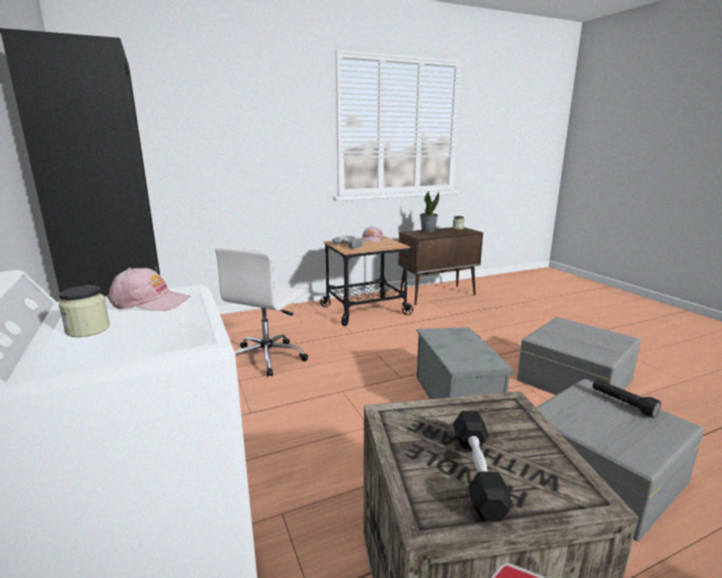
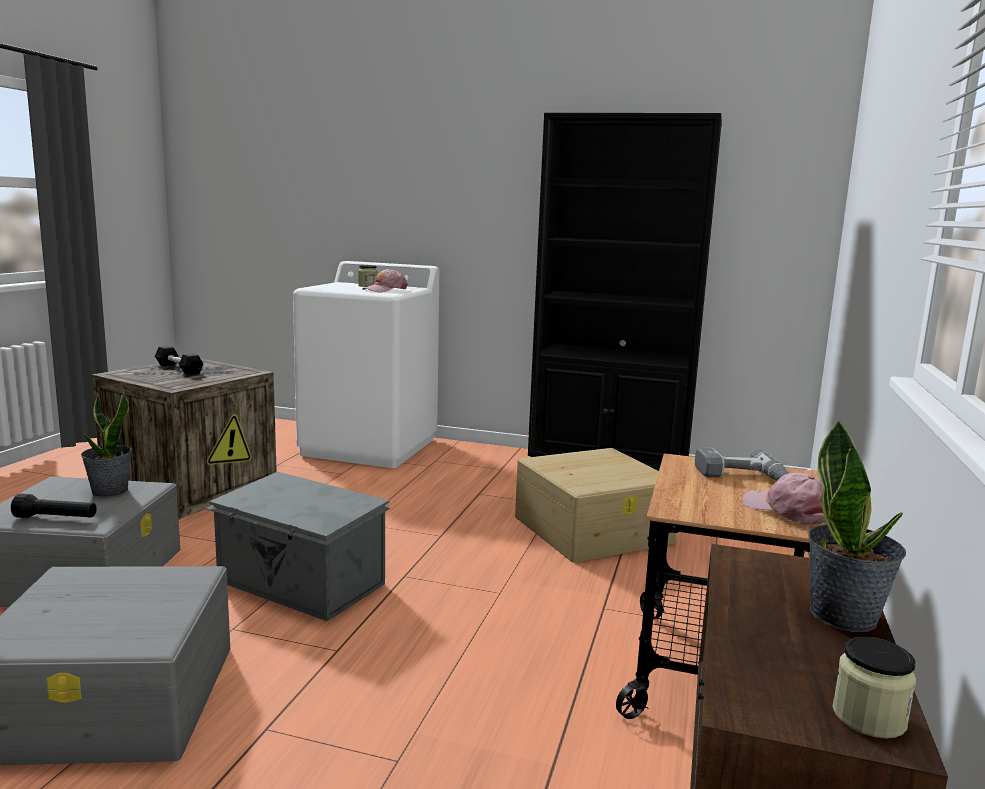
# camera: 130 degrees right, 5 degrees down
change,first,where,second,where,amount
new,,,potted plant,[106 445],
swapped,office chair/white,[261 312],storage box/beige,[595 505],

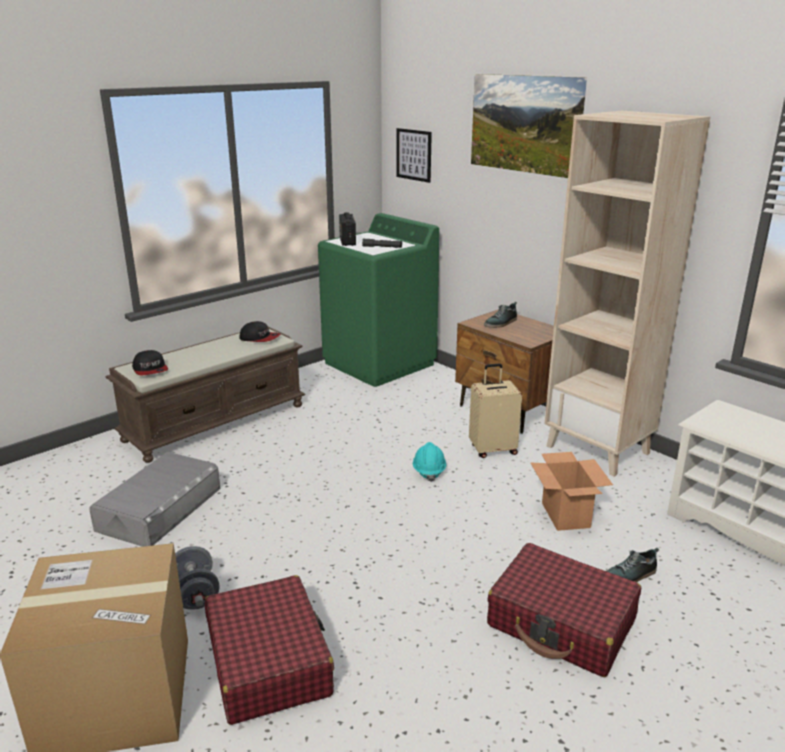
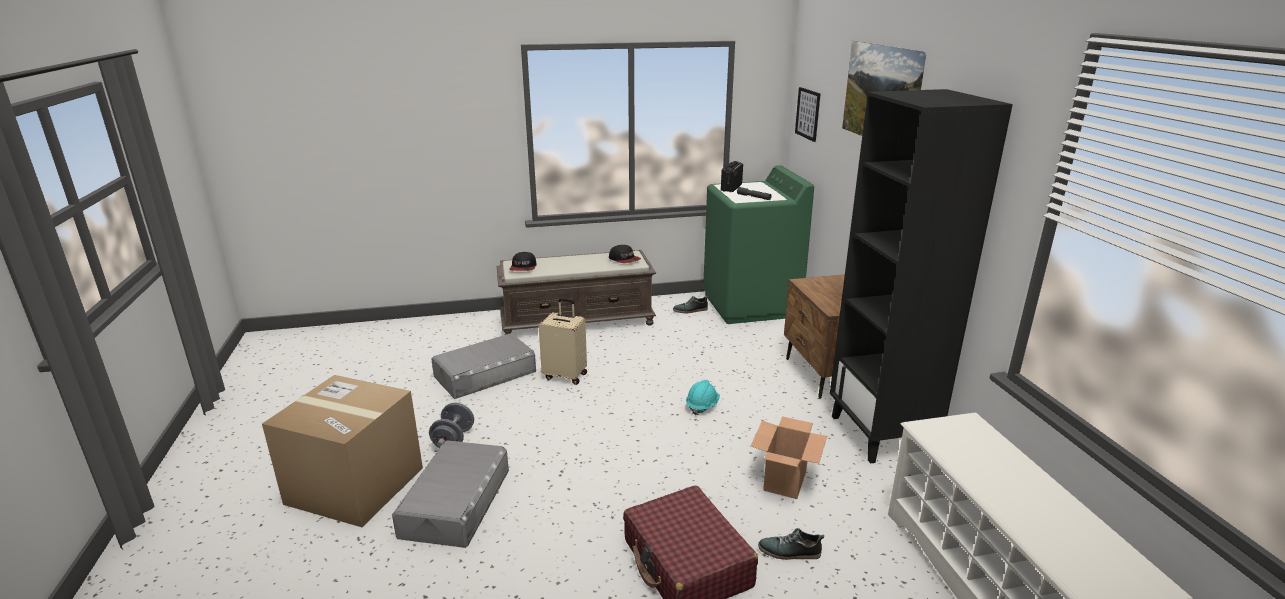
# camera: 30 degrees right, 0 degrees up
change,first,where,second,where,amount
swapped,suitcase/red,[269 650],storage box/grey,[450 494],
shifted,suitcase/beige,[495 410],,[563 341],
shifted,shoe,[500 315],,[691 304],
repainted,bookcase/beige,[627 294],bookcase/black,[921 276],

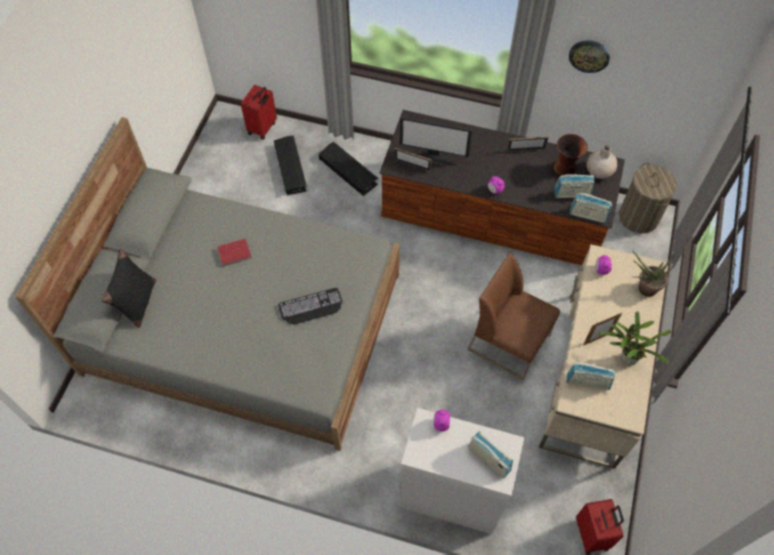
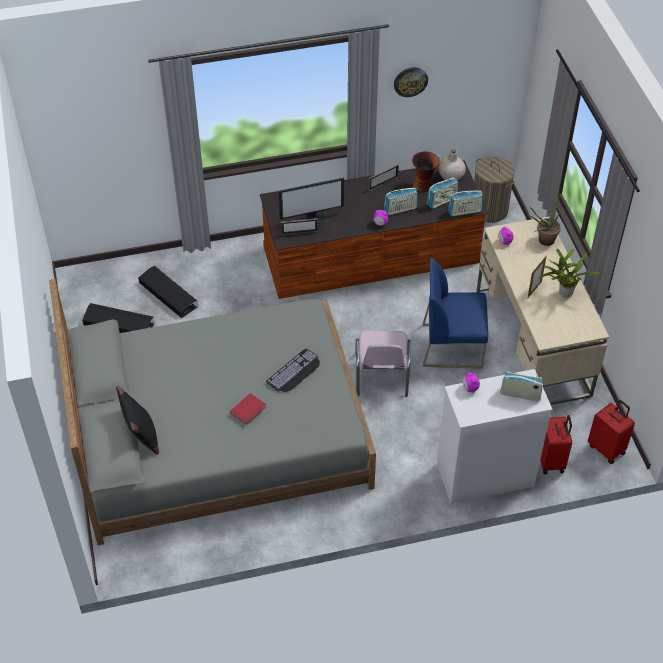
# camera: 30 degrees left, 10 degrees down
change,first,where,second,where,amount
shifted,storage box/black,[349 169],,[118 318],
shifted,book/red,[234 252],,[248 409],
new,,,chair/pink,[383 363],
shifted,radio,[591 376],,[401 201],
repainted,chair/brown,[513 316],chair/blue,[455 313],
shifted,suitcase/red,[259 112],,[556 444],

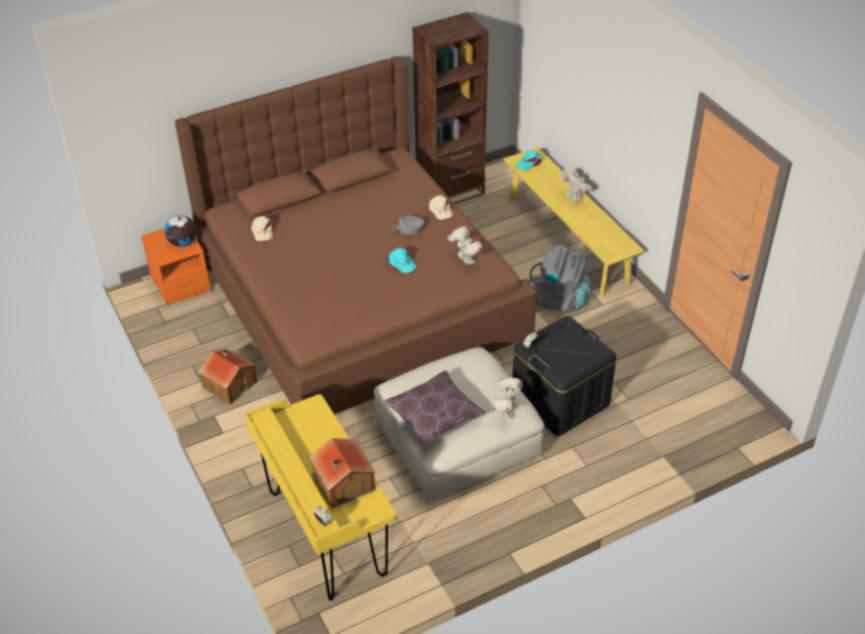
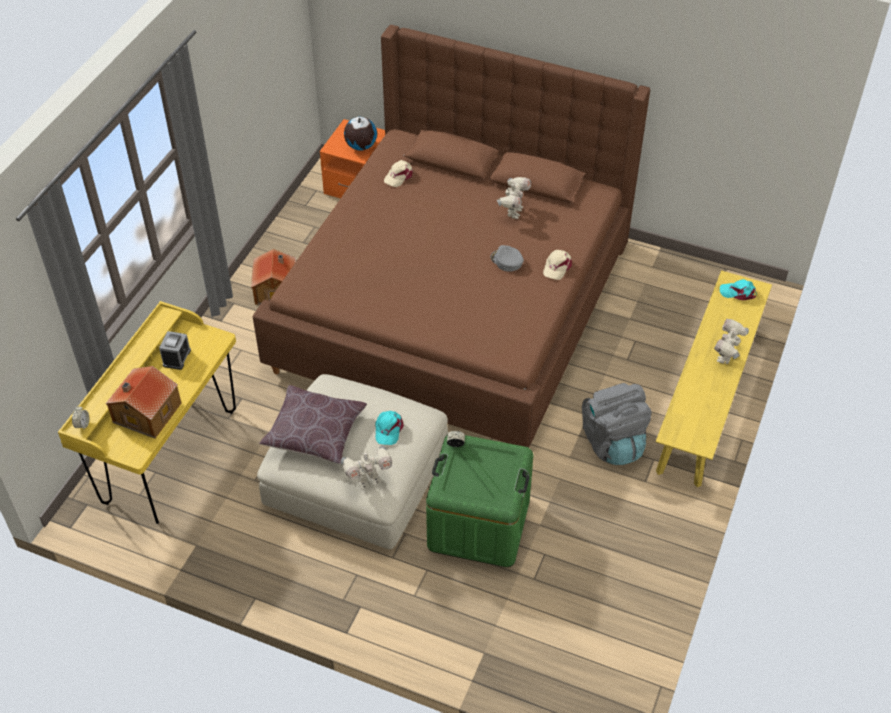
# camera: 50 degrees right, 5 degrees up
change,first,where,second,where,amount
new,,,alarm clock,[175 350],
shifted,cap/turquoise,[401 260],,[389 428],
repainted,storage box/black,[564 376],storage box/green,[479 501],
shifted,toy robot,[465 245],,[514 198],
gone,bookcase/brown,[450 108],,,

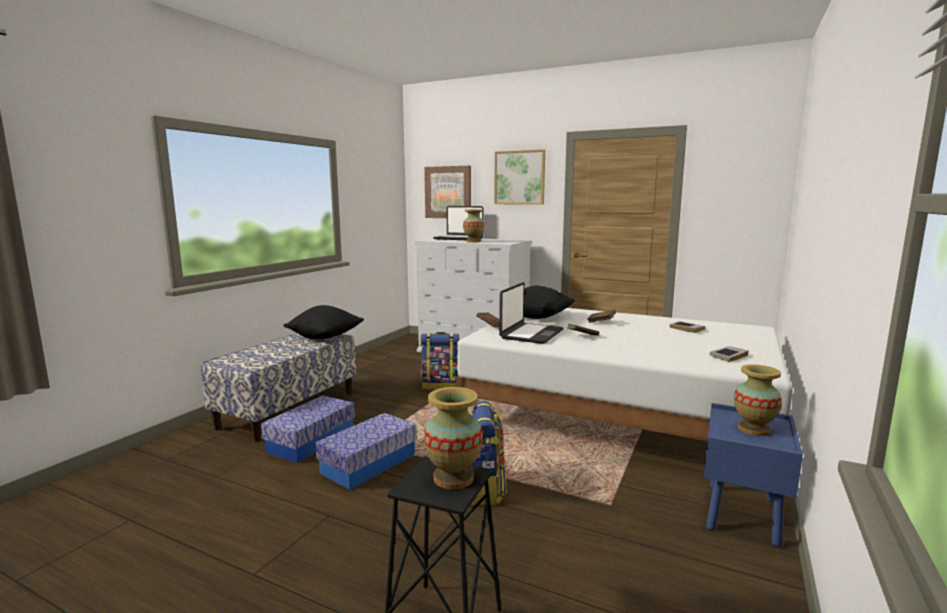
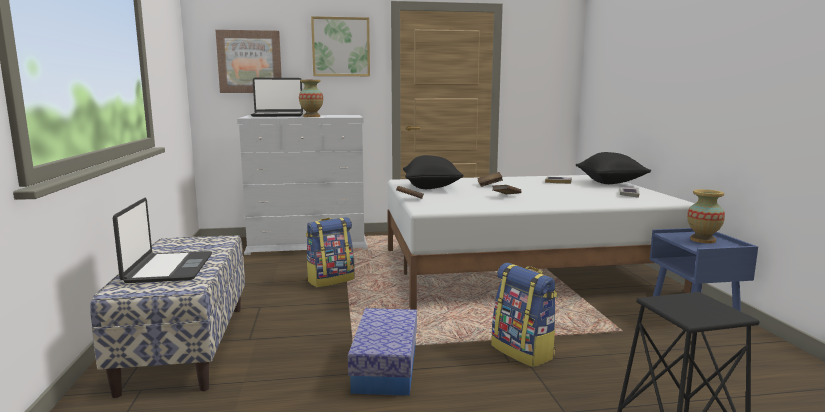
# camera: 35 degrees left, 0 degrees up
change,first,where,second,where,amount
shifted,laptop,[531 313],,[162 240],
shifted,pillow/black,[324 322],,[613 168],
gone,storage box,[308 429],,,
gone,vase,[453 438],,,

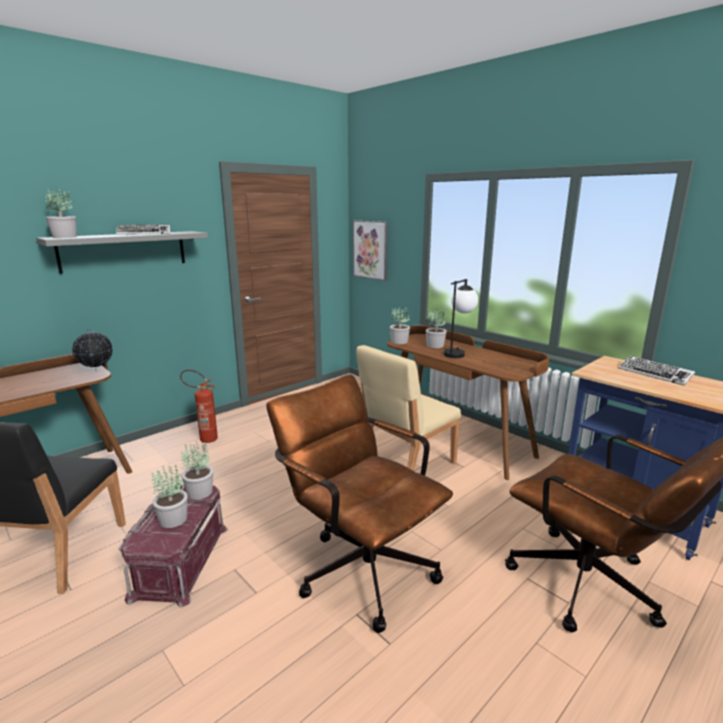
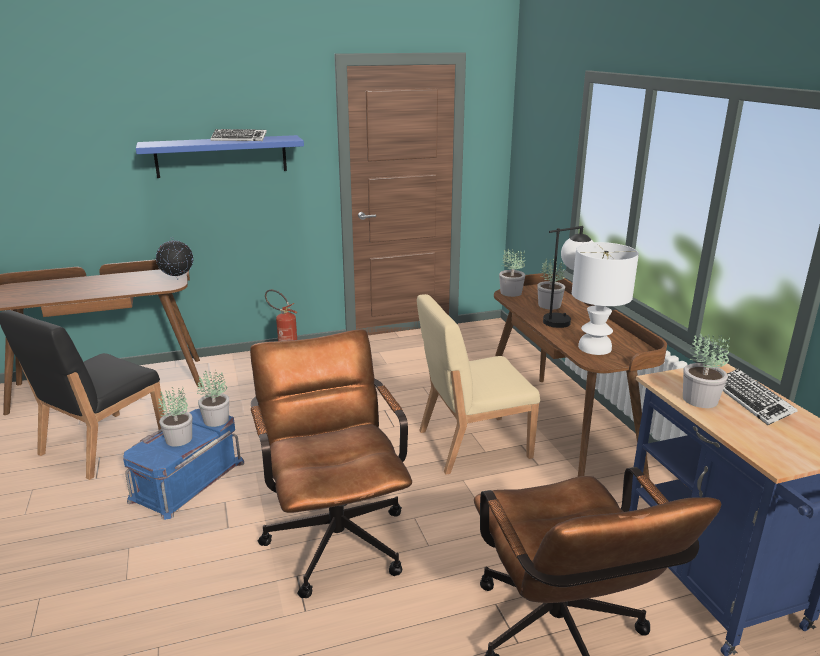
# camera: 25 degrees right, 5 degrees up
change,first,where,second,where,amount
repainted,storage box/red,[173 546],storage box/blue,[183 464],
repainted,shelf/grey,[122 252],shelf/blue,[220 156],
new,,,table lamp/white,[605 298],
shifted,potted plant,[61 213],,[706 370],
gone,picture,[370 250],,,

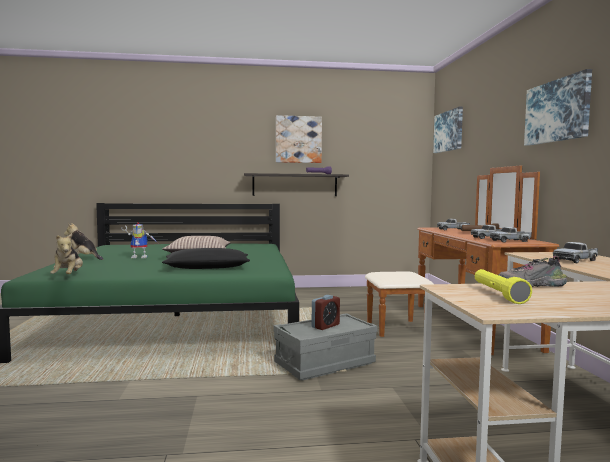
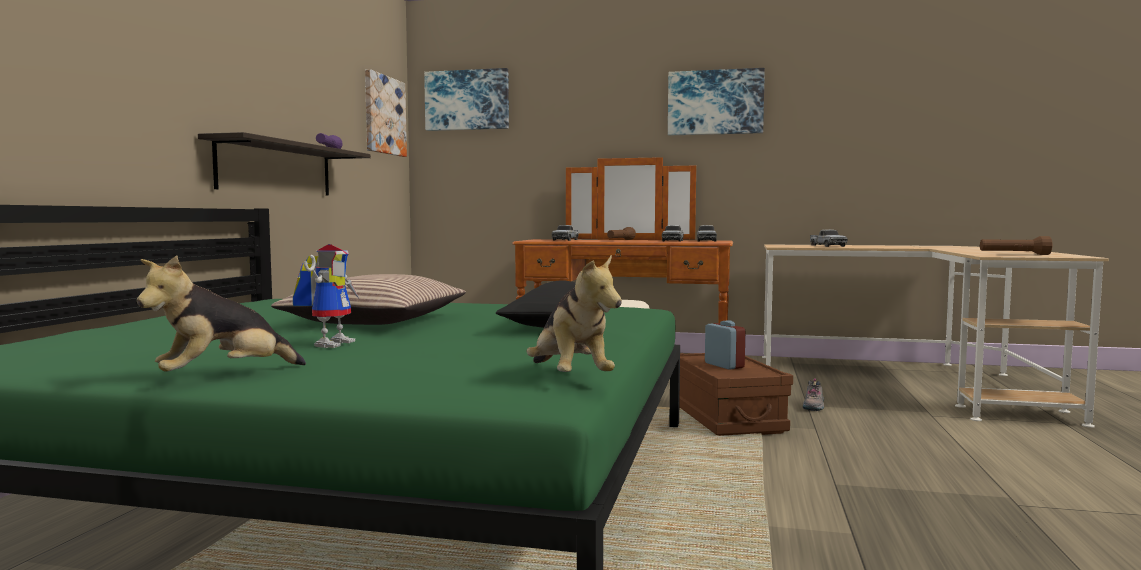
# camera: 70 degrees left, 0 degrees up
change,first,where,second,where,amount
shifted,picture,[299 139],,[386 113],
rotated,plush toy,[66 253],,[574 313],60 degrees clockwise
repainted,storage box/grey,[326 346],storage box/brown,[736 394],
shifted,shoe,[533 271],,[813 394],
repainted,flashlight/yellow,[503 286],flashlight/brown,[1016 245],

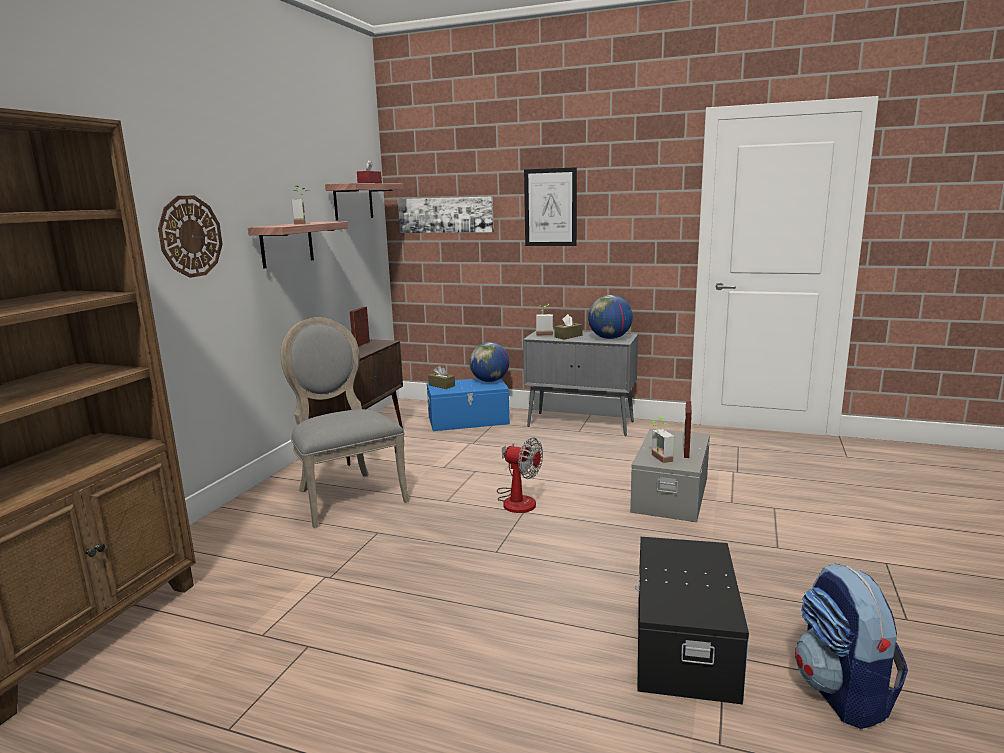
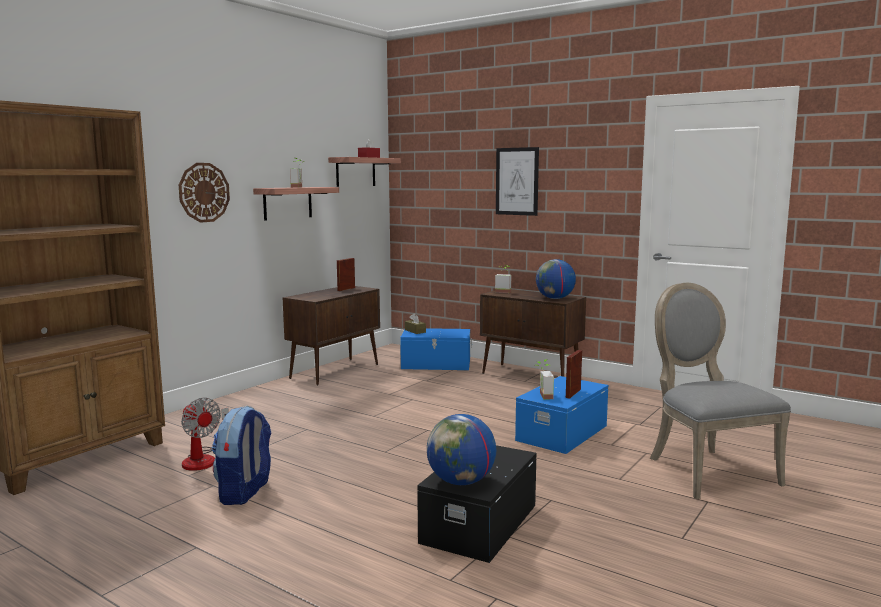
# camera: 15 degrees right, 5 degrees down
change,first,where,second,where,amount
shifted,fan,[520 475],,[205 434],
shifted,backpack,[851 646],,[241 455],
shifted,globe,[489 362],,[461 449],
repainted,cabinet/grey,[580 383],cabinet/brown,[533 333],
repainted,storage box/grey,[670 475],storage box/blue,[561 415],
shifted,chair/grey,[344 422],,[720 391],
gone,picture,[446 214],,,
gone,tissue box/brown,[568 326],,,

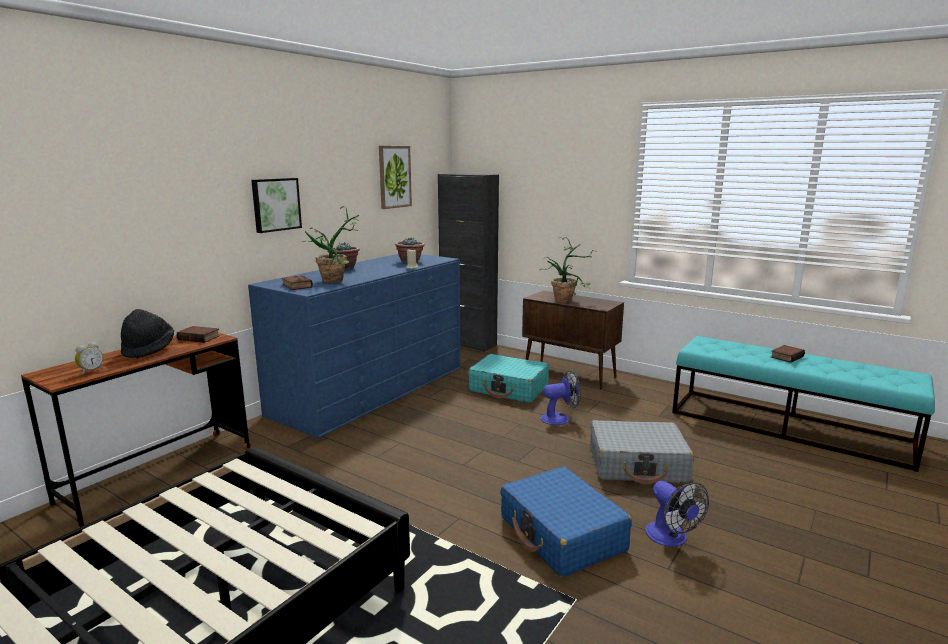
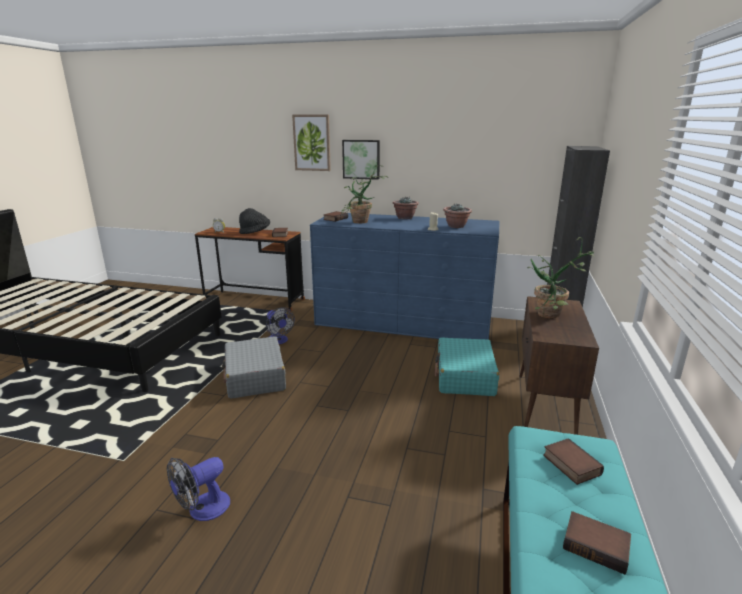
# camera: 70 degrees right, 5 degrees up
change,first,where,second,where,amount
shifted,suitcase/grey,[642 452],,[254 367],
shifted,fan,[561 398],,[280 325],
shifted,picture,[395 177],,[311 143],
new,,,book,[573 461],
gone,suitcase/blue,[566 521],,,

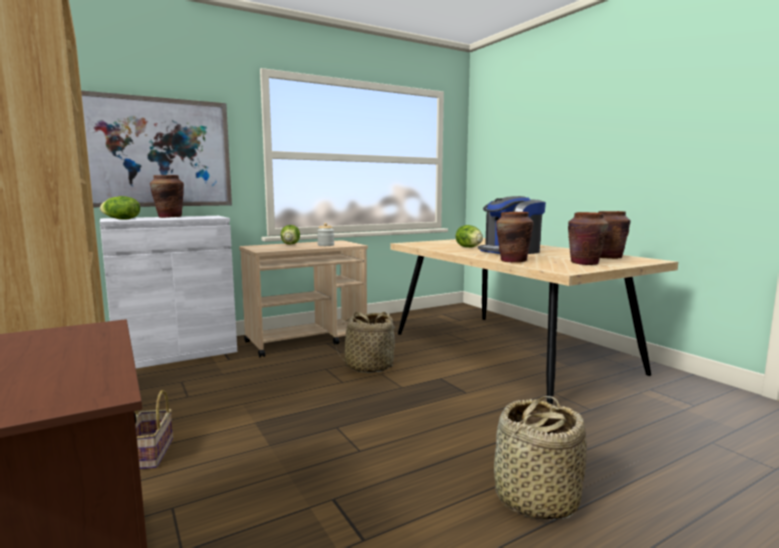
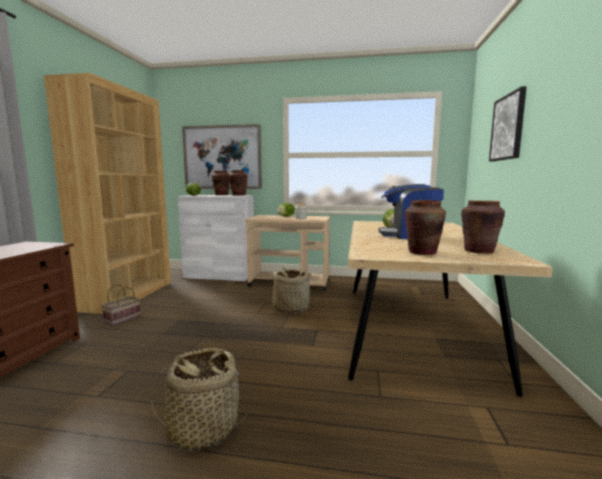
# camera: 40 degrees right, 0 degrees up
change,first,where,second,where,amount
shifted,vase/brown,[514 237],,[238 183],
new,,,picture,[508 124],

